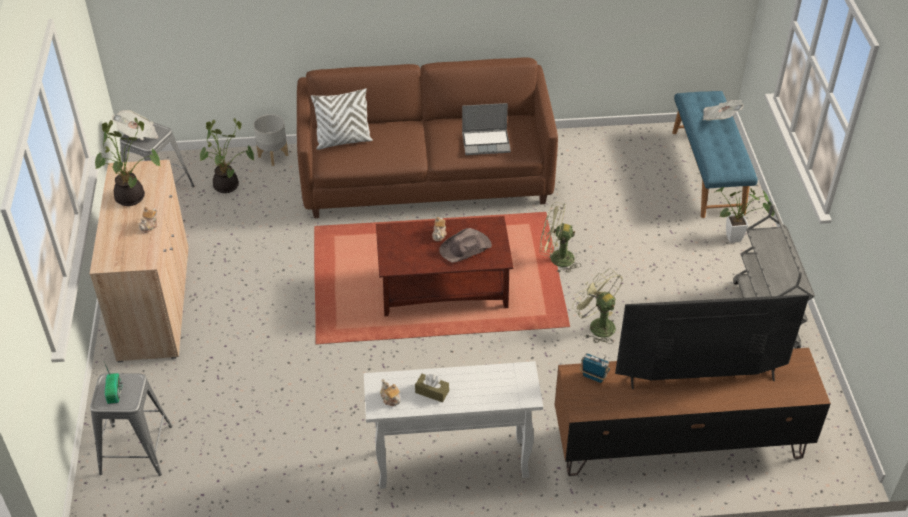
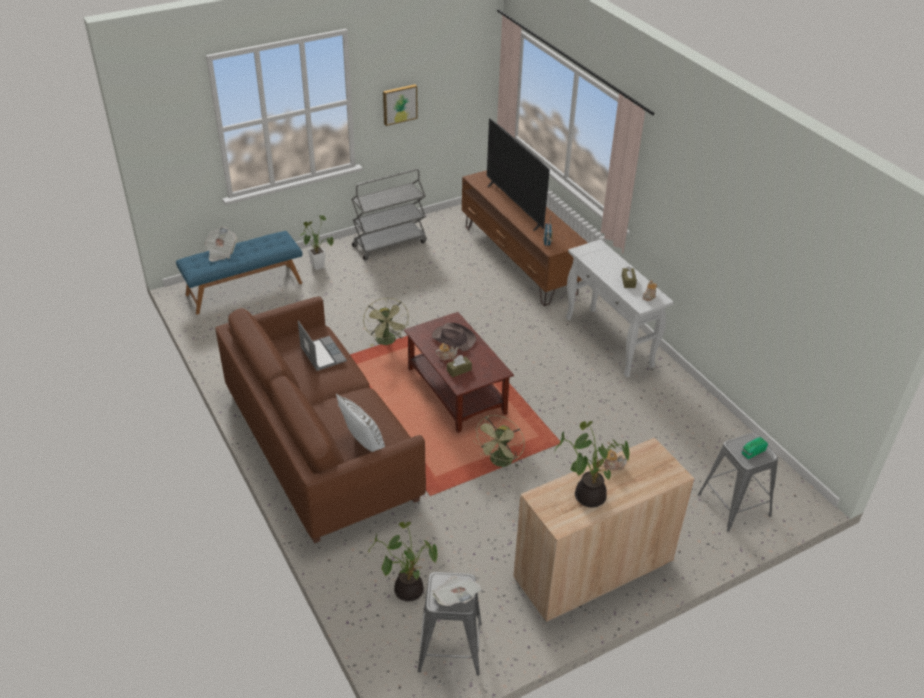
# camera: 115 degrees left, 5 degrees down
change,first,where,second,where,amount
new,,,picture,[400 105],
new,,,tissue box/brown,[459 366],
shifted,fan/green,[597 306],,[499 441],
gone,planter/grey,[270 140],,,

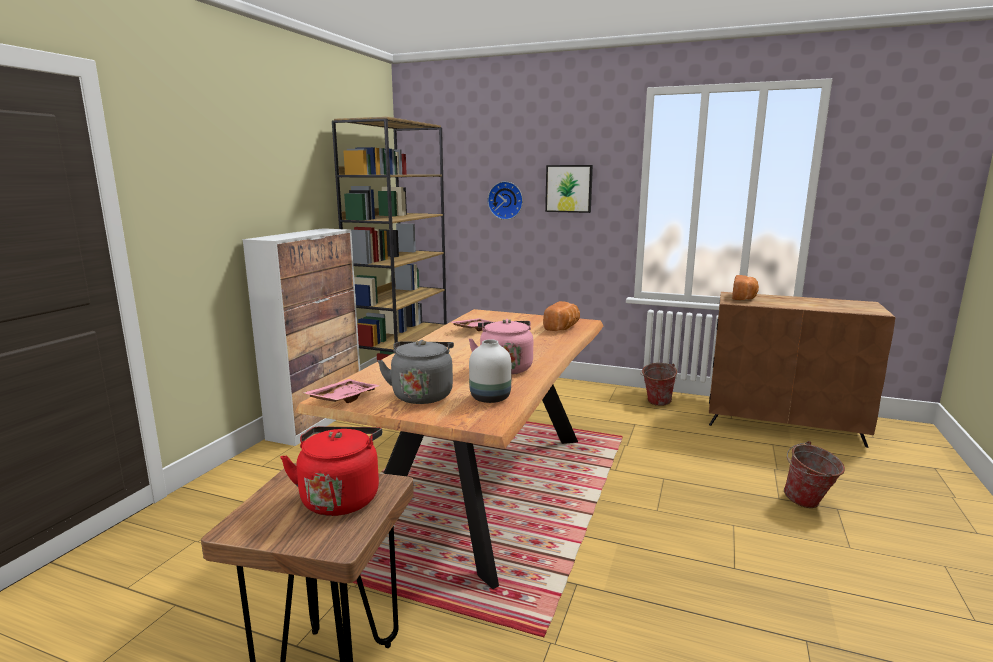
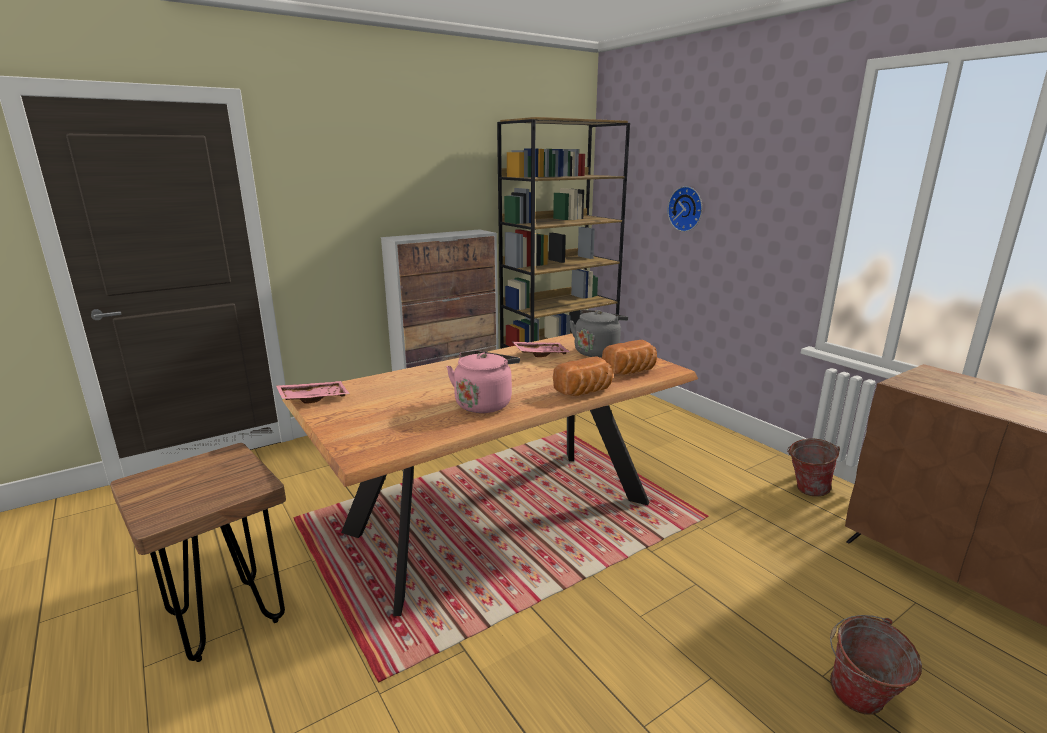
# camera: 35 degrees right, 5 degrees up
change,first,where,second,where,amount
shifted,bread,[745 287],,[583 376],
shifted,kettle/grey,[416 372],,[598 333],
gone,kettle/red,[331 471],,,
gone,vase/white,[490 371],,,
gone,picture,[569 189],,,

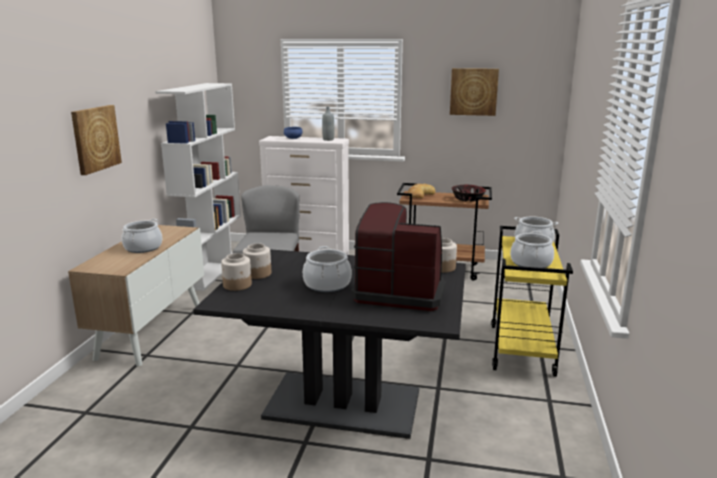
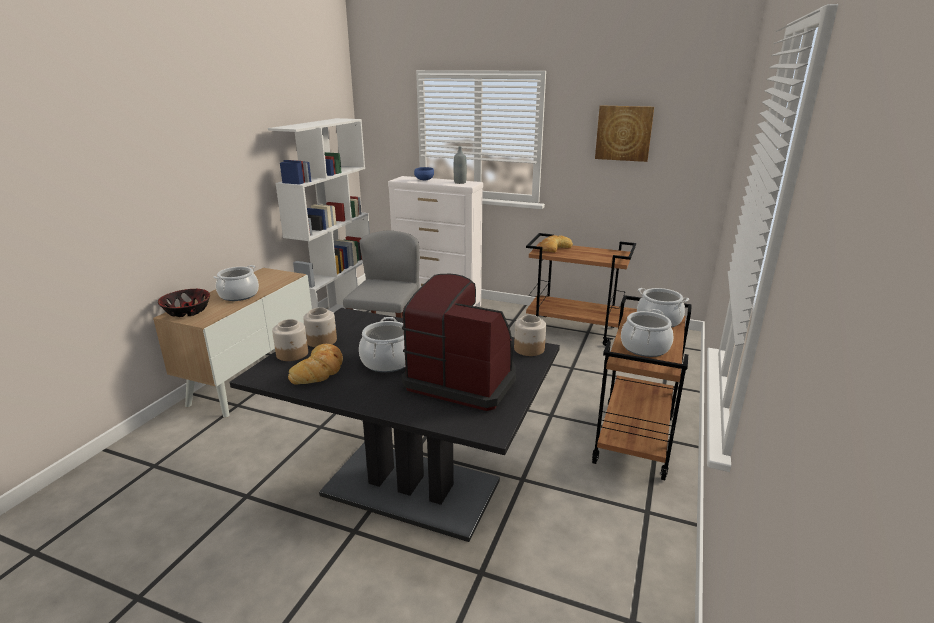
# camera: 10 degrees right, 5 degrees up
change,first,where,second,where,amount
shifted,bowl,[468 193],,[184 303],
new,,,bread,[315 364],
repainted,cart/yellow,[532 301],cart/brown,[642 387],
gone,picture,[96 140],,,

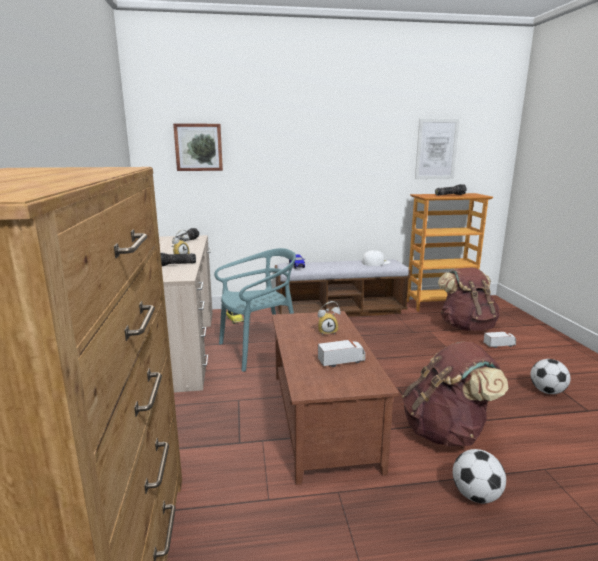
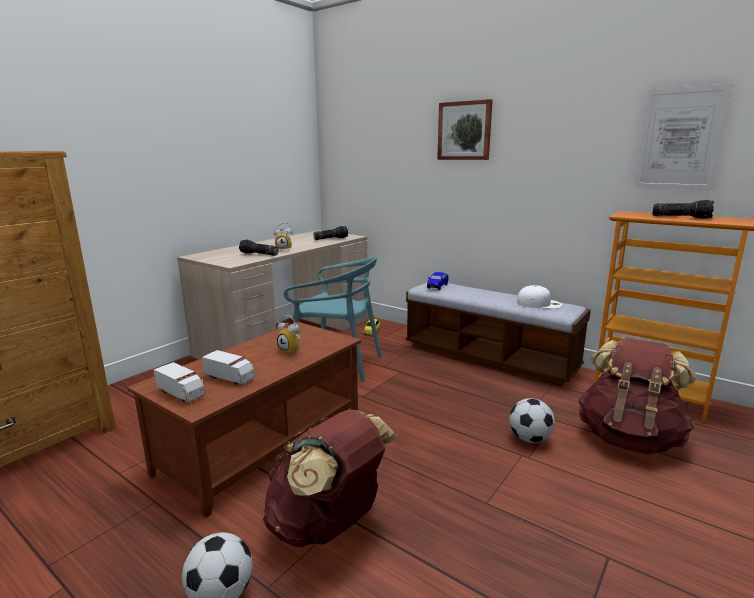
# camera: 45 degrees right, 0 degrees up
change,first,where,second,where,amount
shifted,toy truck,[499 339],,[179 382],
shifted,picture,[198 147],,[465 129],
shifted,football,[550 376],,[532 420],

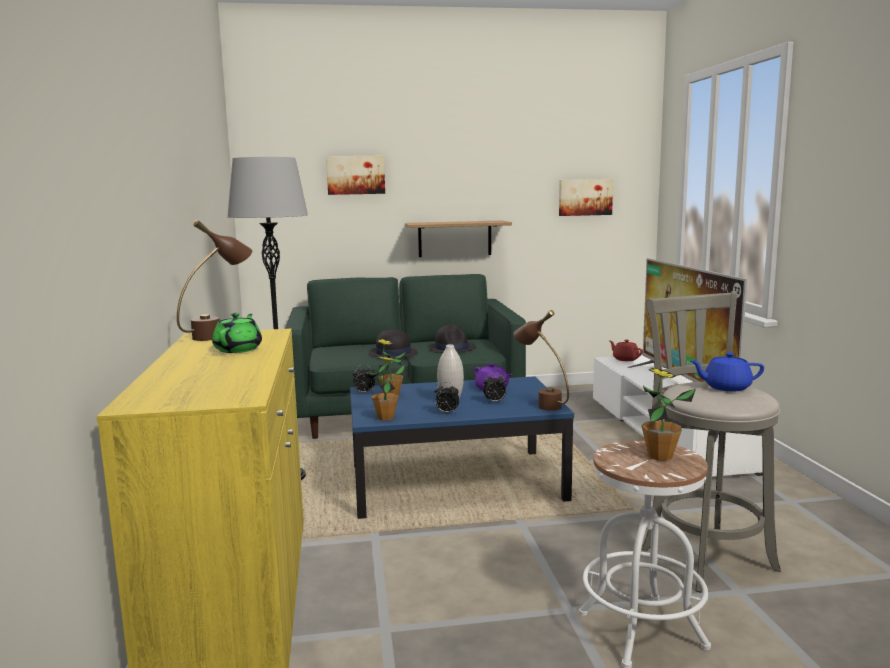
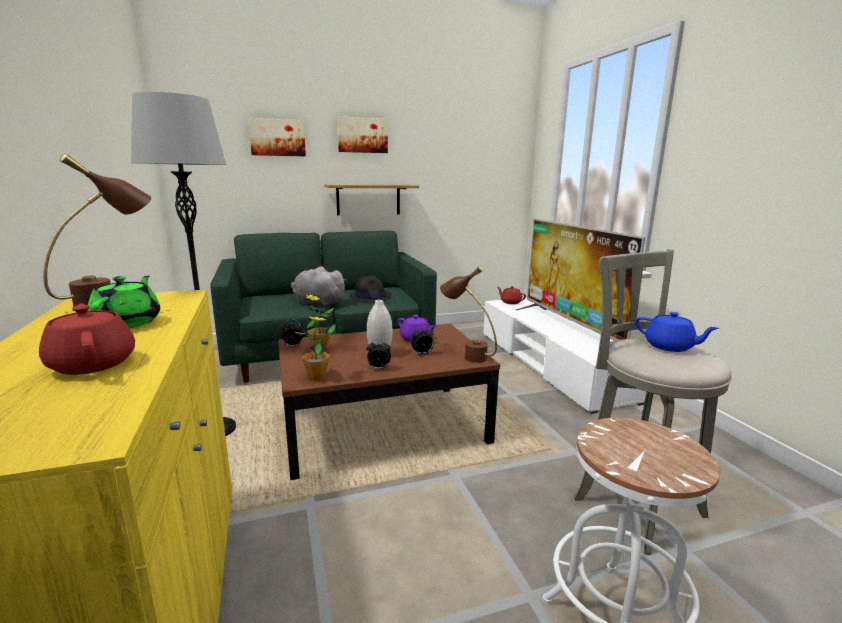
# camera: 10 degrees left, 5 degrees up
change,first,where,second,where,amount
new,,,teapot/red,[87 339],
repainted,coffee table/blue,[462 447],coffee table/brown,[389 402],
swapped,hat/black,[393 343],plush toy/grey,[319 286],
shifted,picture,[586 197],,[362 134],
rotated,teapot/blue,[726 371],,[677 332],135 degrees counterclockwise
gone,potted plant,[668 414],,,

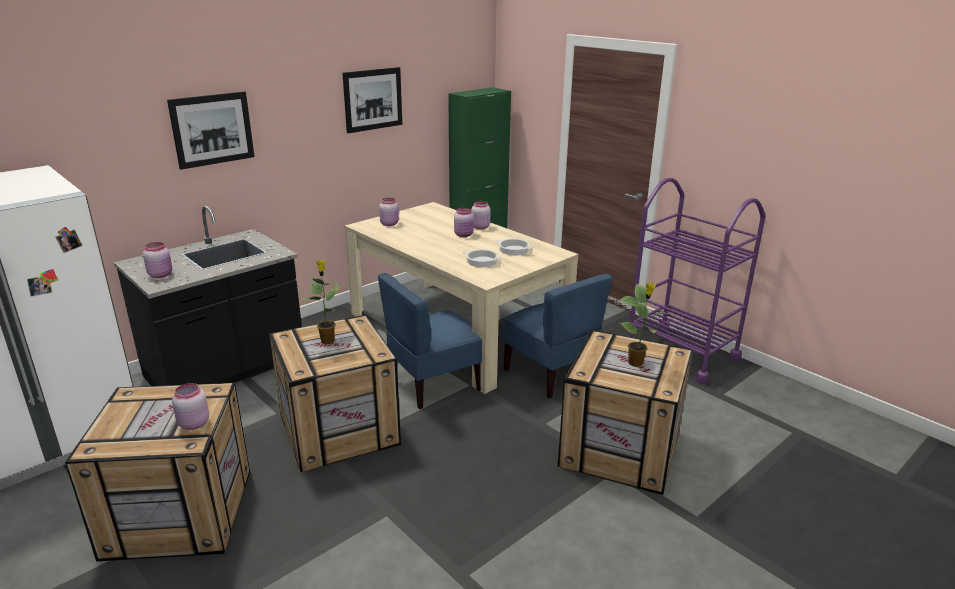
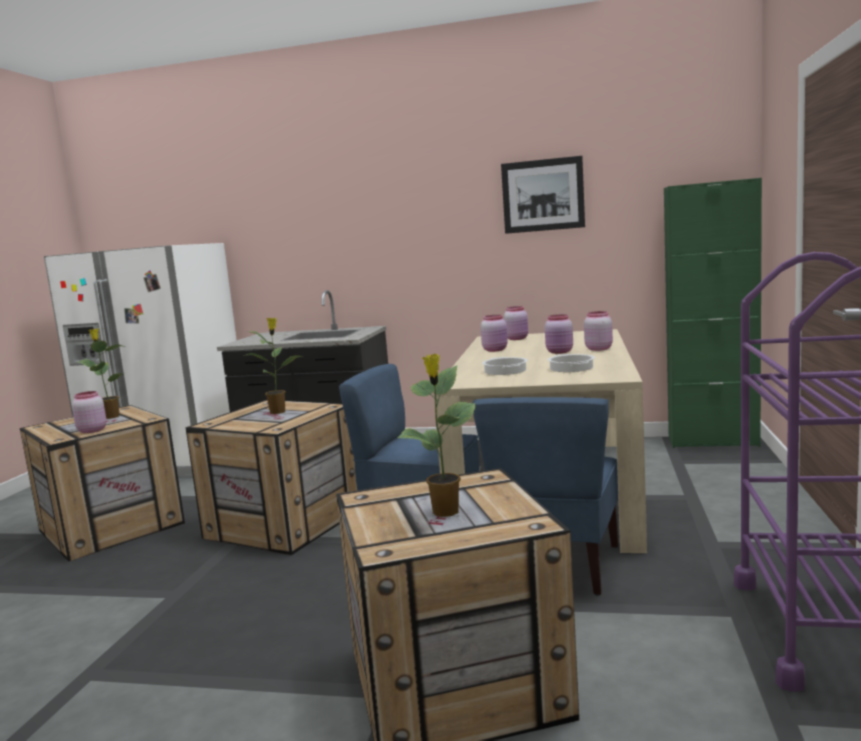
# camera: 55 degrees right, 15 degrees down
change,first,where,second,where,amount
new,,,potted plant,[100 373],
shifted,jar/pink,[157 260],,[494 333],
gone,picture,[211 130],,,

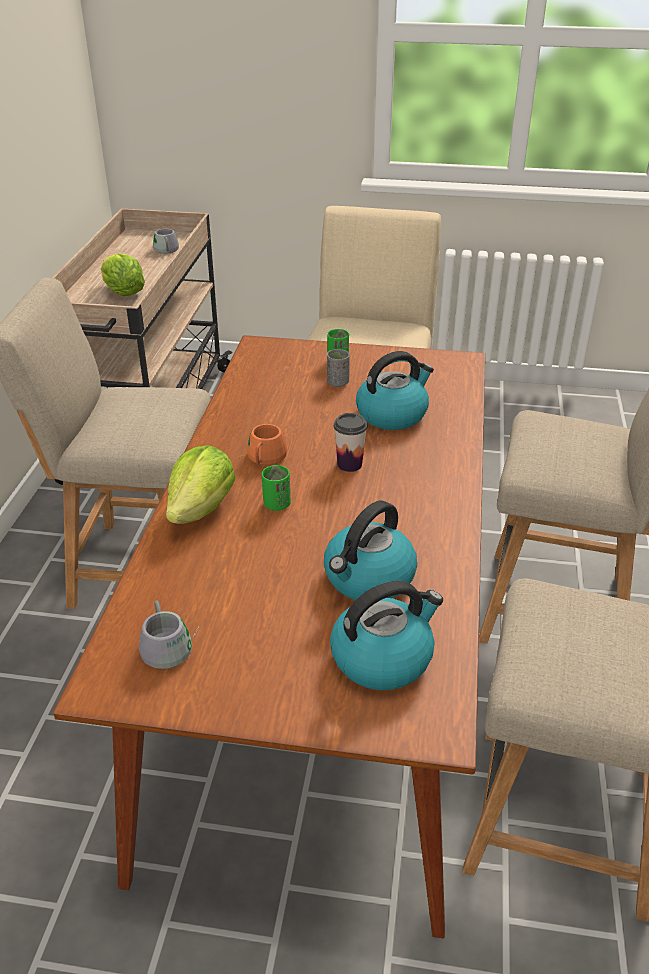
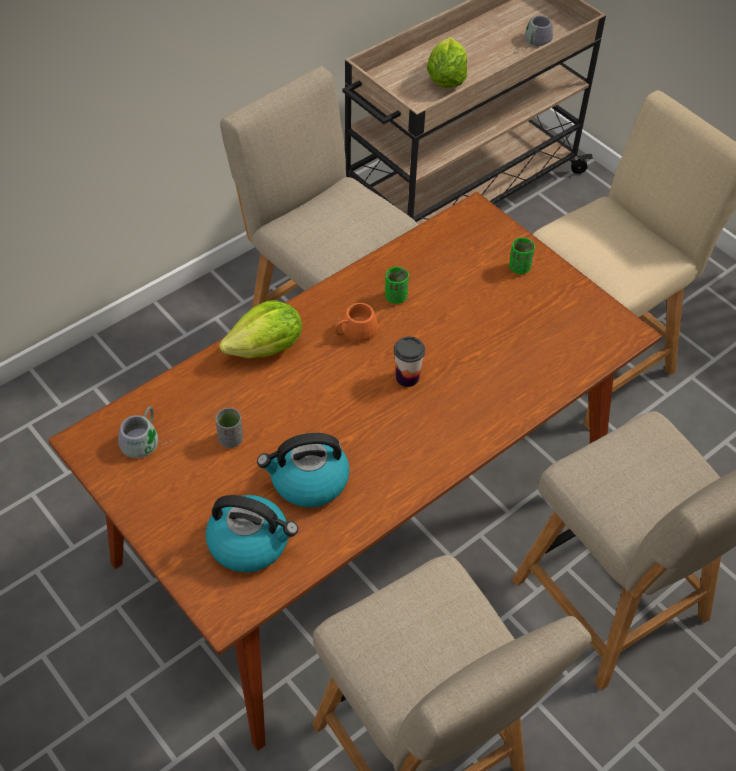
# camera: 40 degrees right, 15 degrees up
change,first,where,second,where,amount
shifted,cup/grey,[338 368],,[229 428],
shifted,cup/green,[276 488],,[397 285],
gone,kettle,[395 390],,,

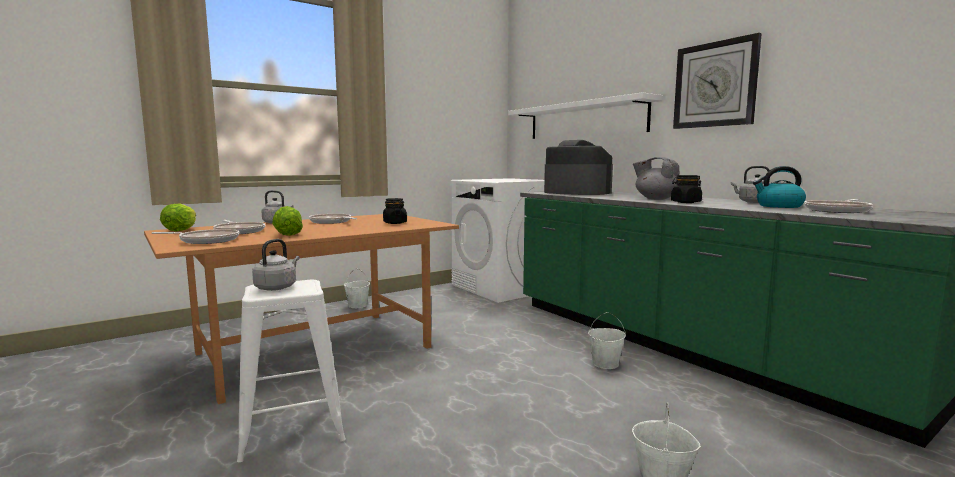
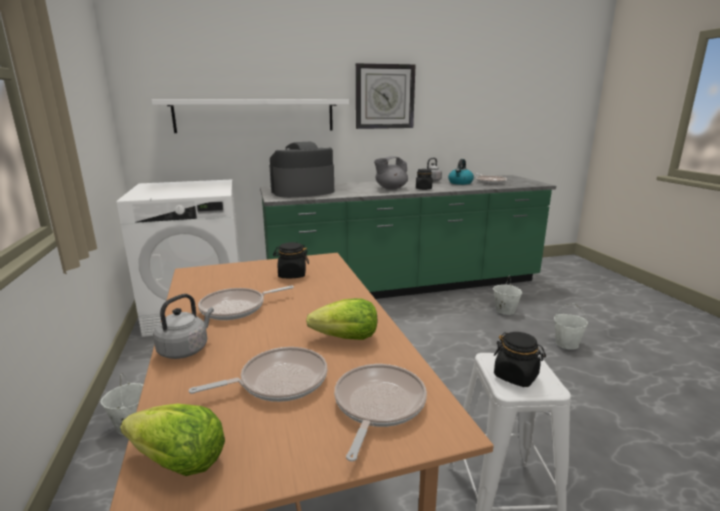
# camera: 70 degrees left, 10 degrees up
change,first,where,second,where,amount
shifted,bucket/white,[607 340],,[507 295],
swapped,kettle/grey,[275 265],jar/black,[520 359],

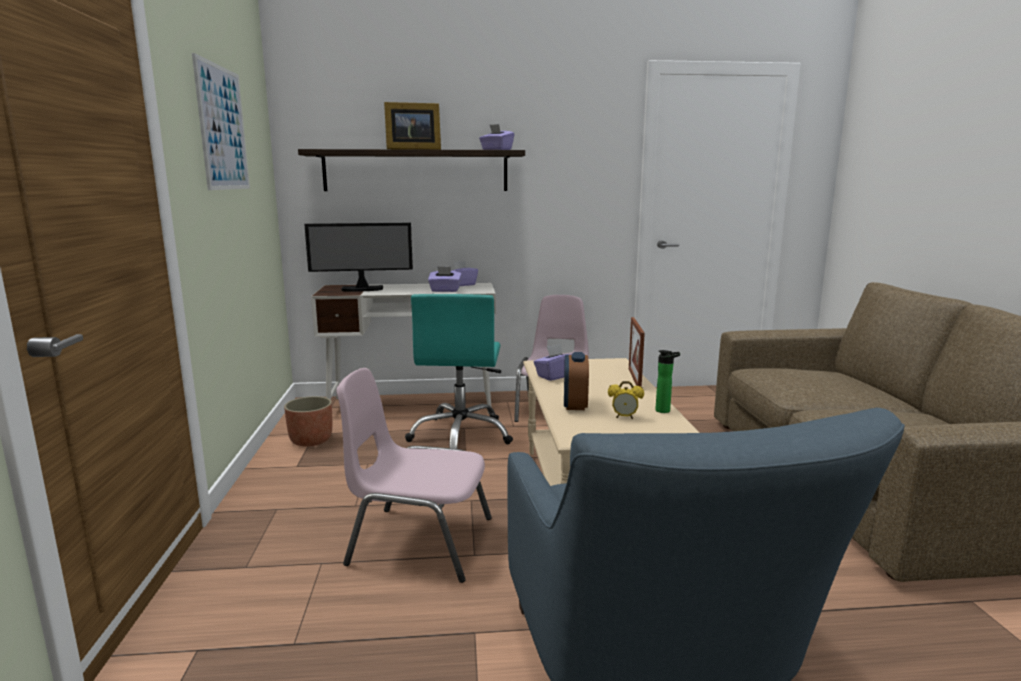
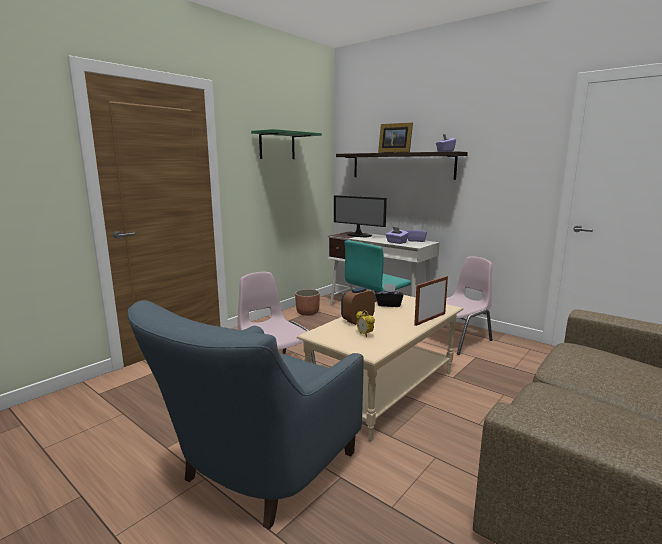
# camera: 45 degrees right, 0 degrees up
change,first,where,second,where,amount
swapped,picture,[221 121],shelf/green,[286 144],
repainted,tissue box/purple,[553 362],tissue box/black,[389 295],
gone,bottle,[667 381],,,

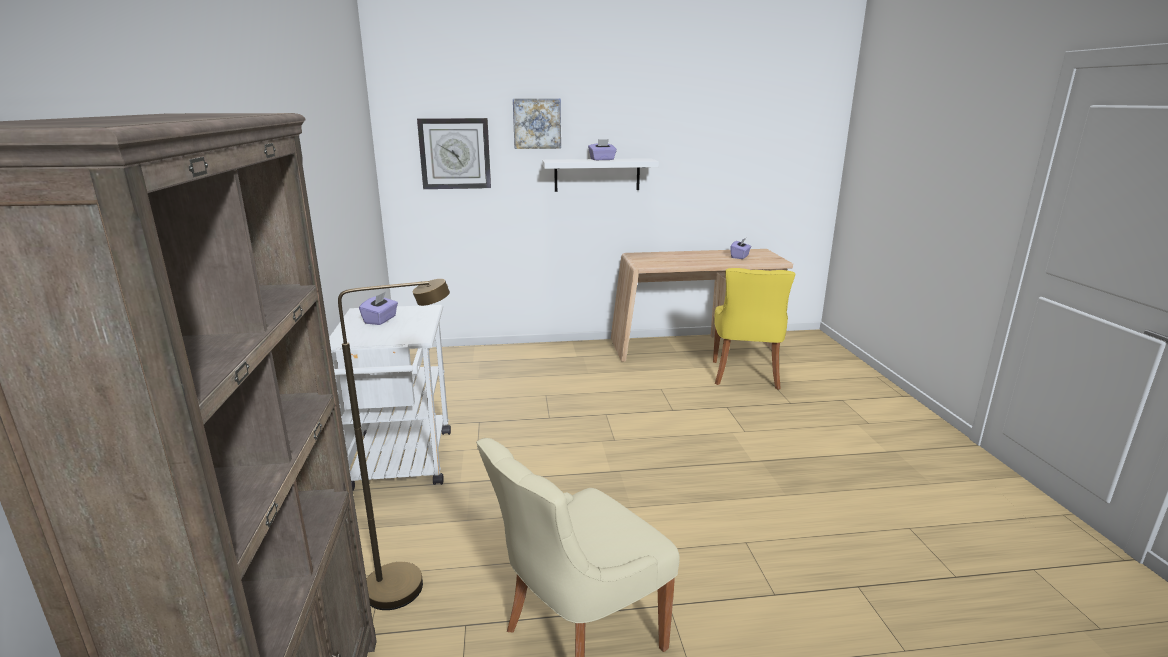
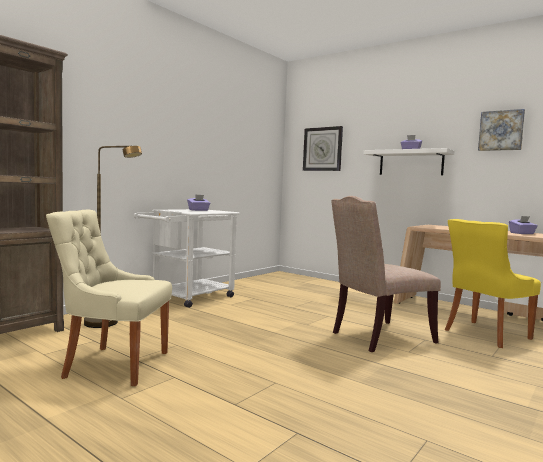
# camera: 45 degrees right, 15 degrees down
change,first,where,second,where,amount
new,,,chair/beige,[386 274],
shifted,picture,[537 124],,[501 130],

